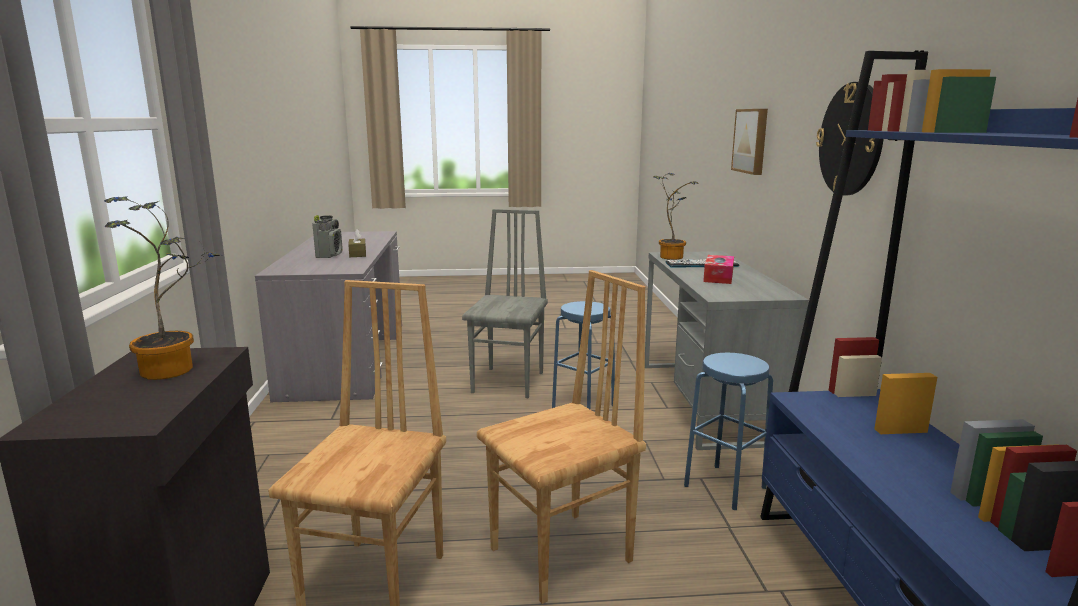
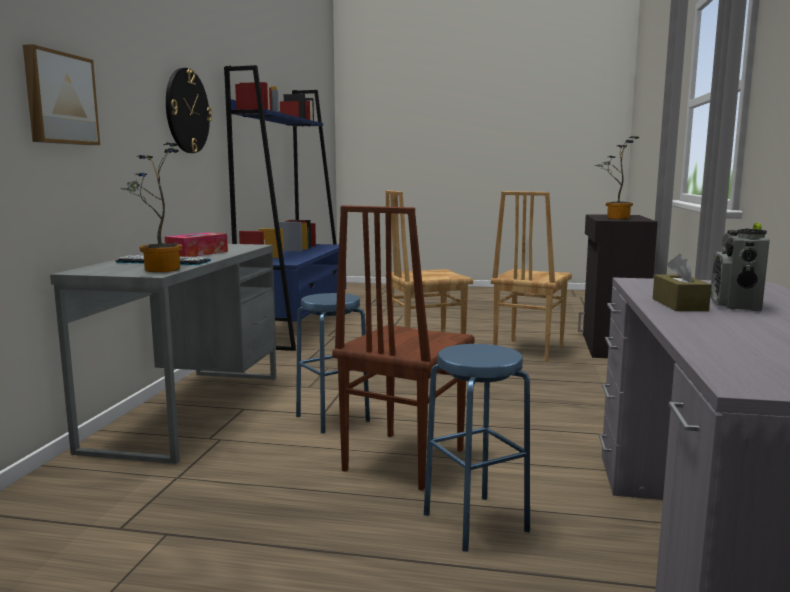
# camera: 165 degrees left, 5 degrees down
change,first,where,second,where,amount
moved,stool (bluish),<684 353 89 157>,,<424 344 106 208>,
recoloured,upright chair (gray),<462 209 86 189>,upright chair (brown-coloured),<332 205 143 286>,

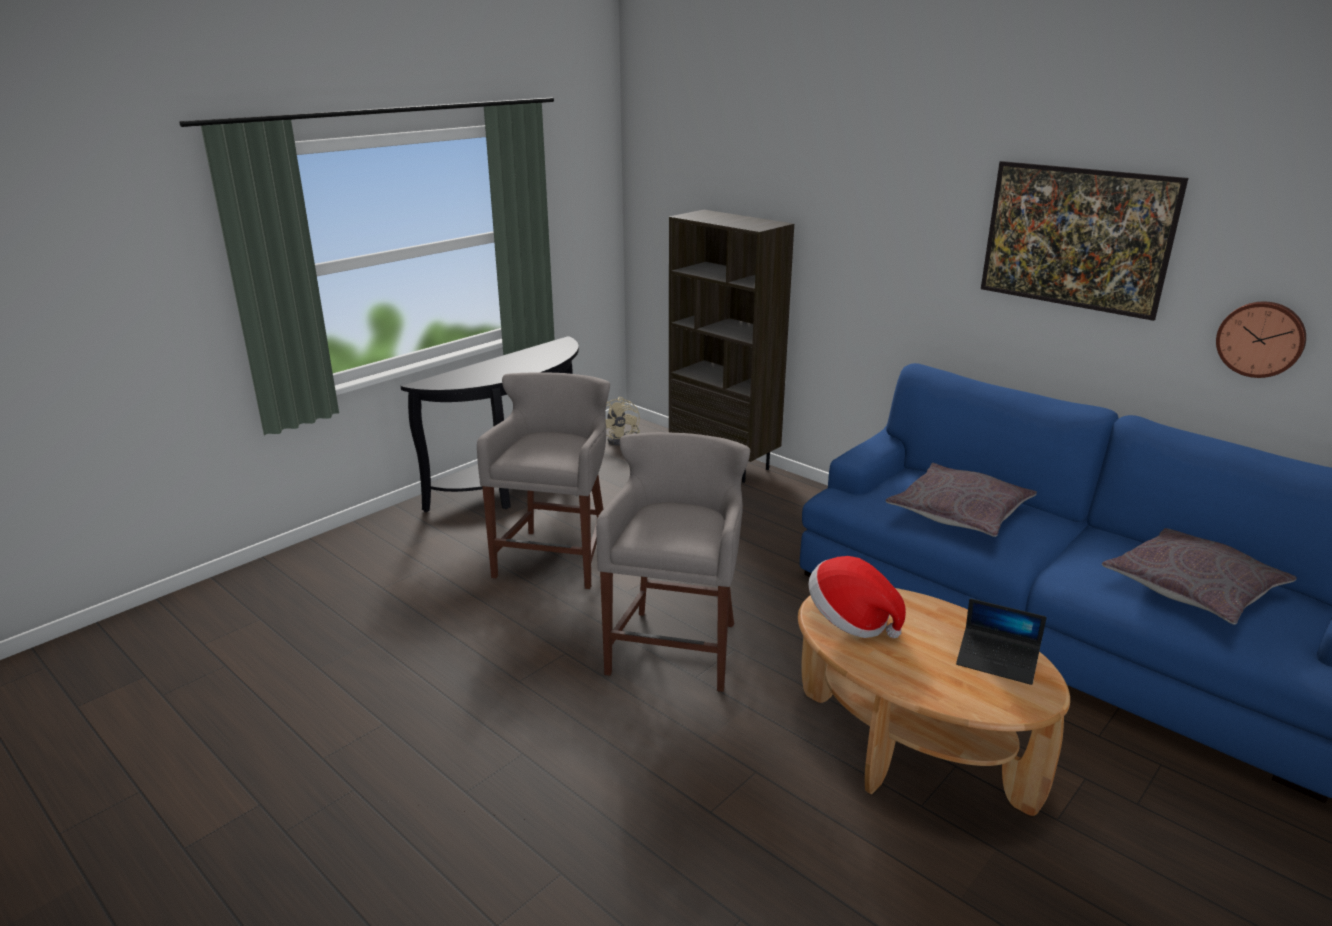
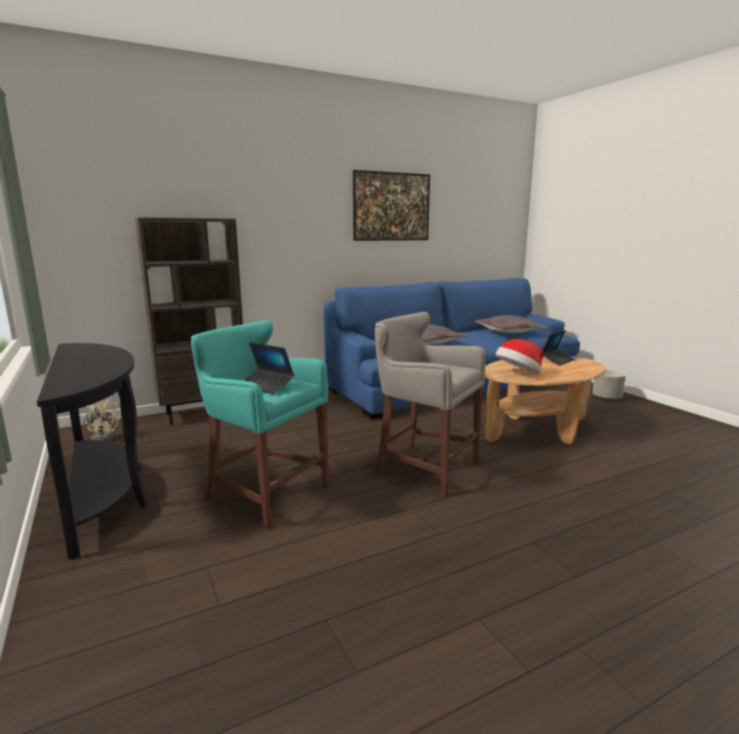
# camera: 70 degrees left, 10 degrees down
change,first,where,second,where,amount
removed,wall clock,<1216 302 90 76>,,,
added,,,portable computer,<244 342 50 52>,
added,,,planter (gray),<592 369 34 31>,
recoloured,stool (gray),<477 372 133 217>,stool (blue-green),<191 320 138 209>,

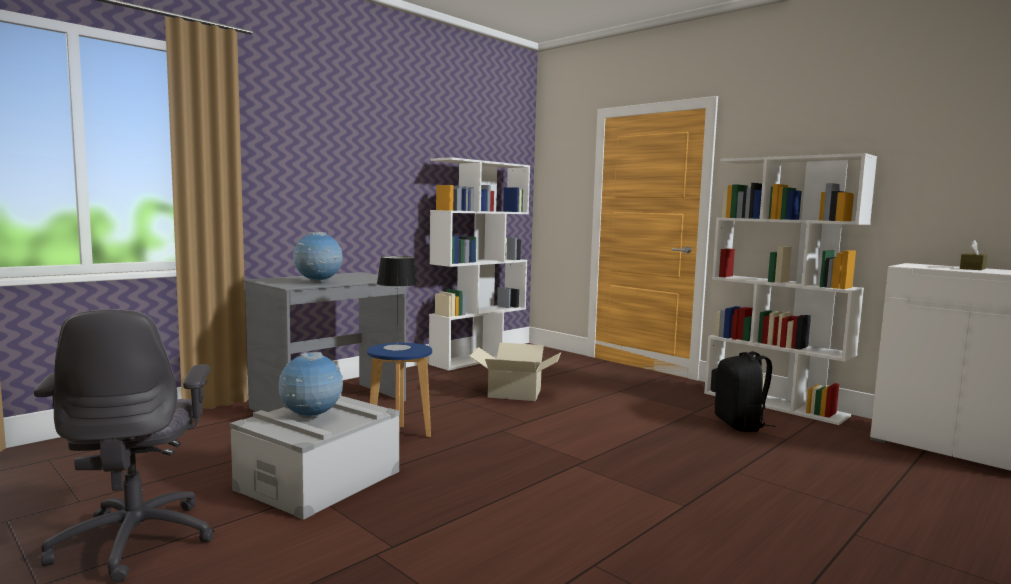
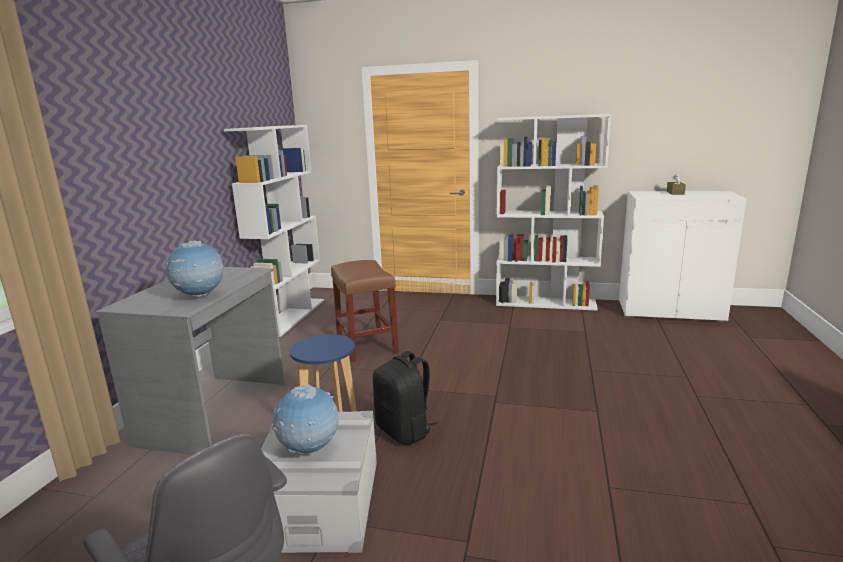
# camera: 30 degrees left, 10 degrees up
change,first,where,second,where,amount
removed,tabletop lamp,<377 256 41 95>,,,
moved,backpack (black),<715 351 60 81>,,<373 351 65 94>,
replaced,packing box,<470 342 91 59>,stool (brown-coloured),<331 260 68 102>,

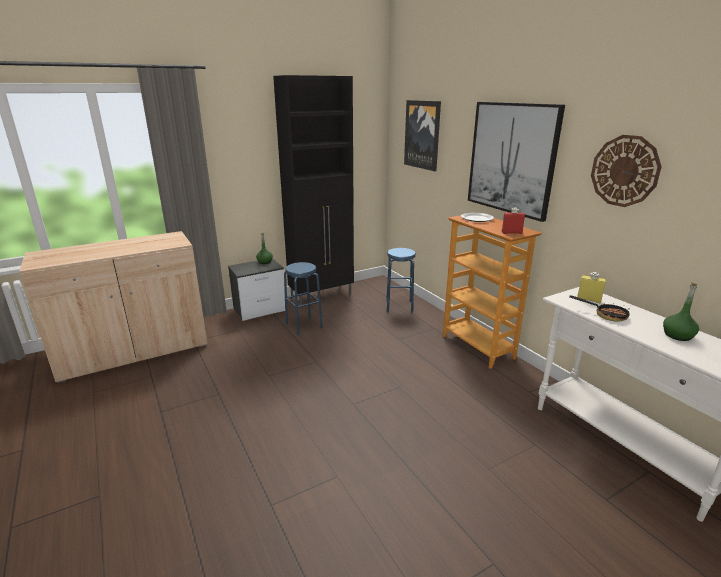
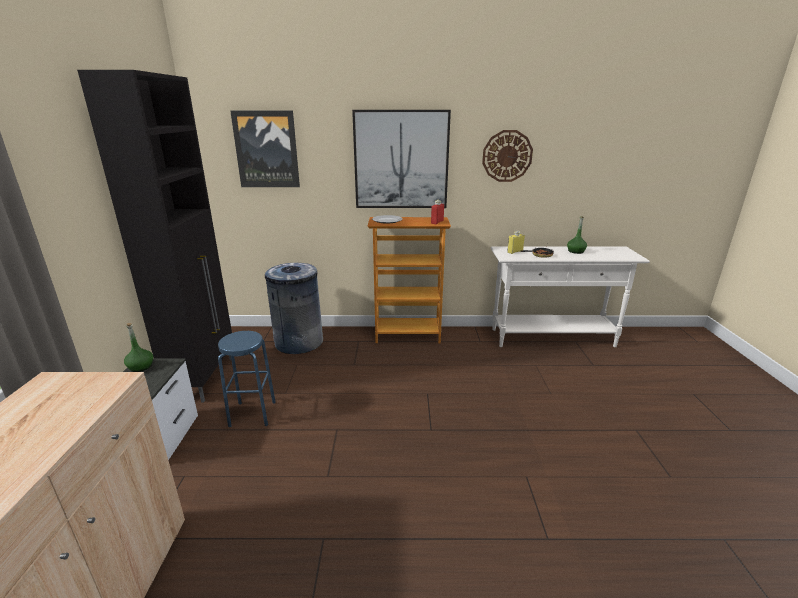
# camera: 60 degrees left, 0 degrees up
change,first,where,second,where,amount
replaced,stool (bluish),<386 248 30 65>,rubbish bin (gray),<265 263 58 91>,

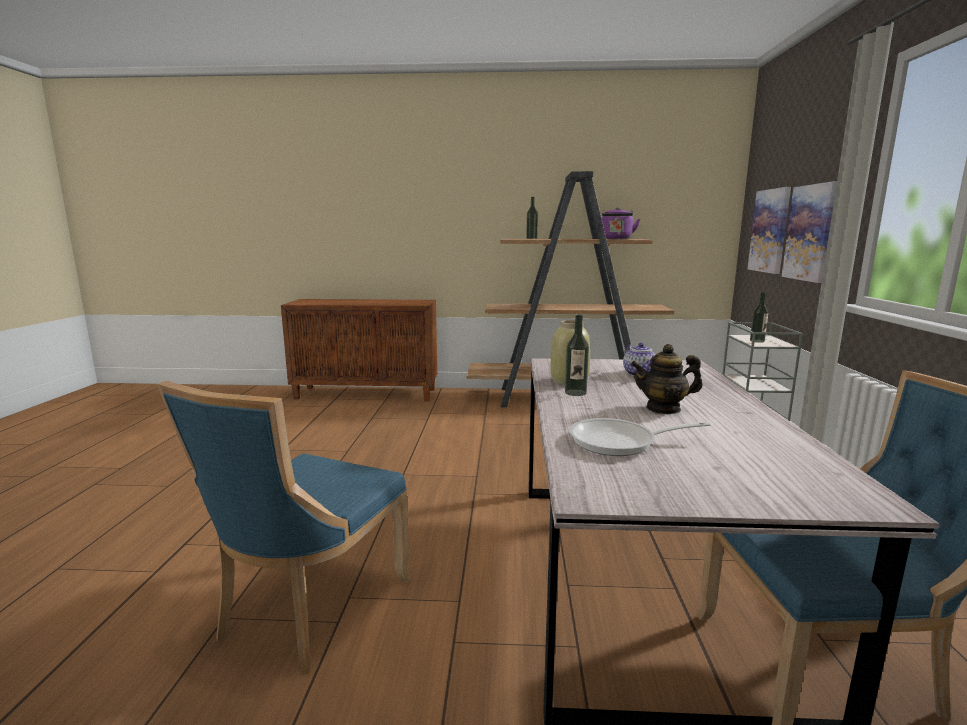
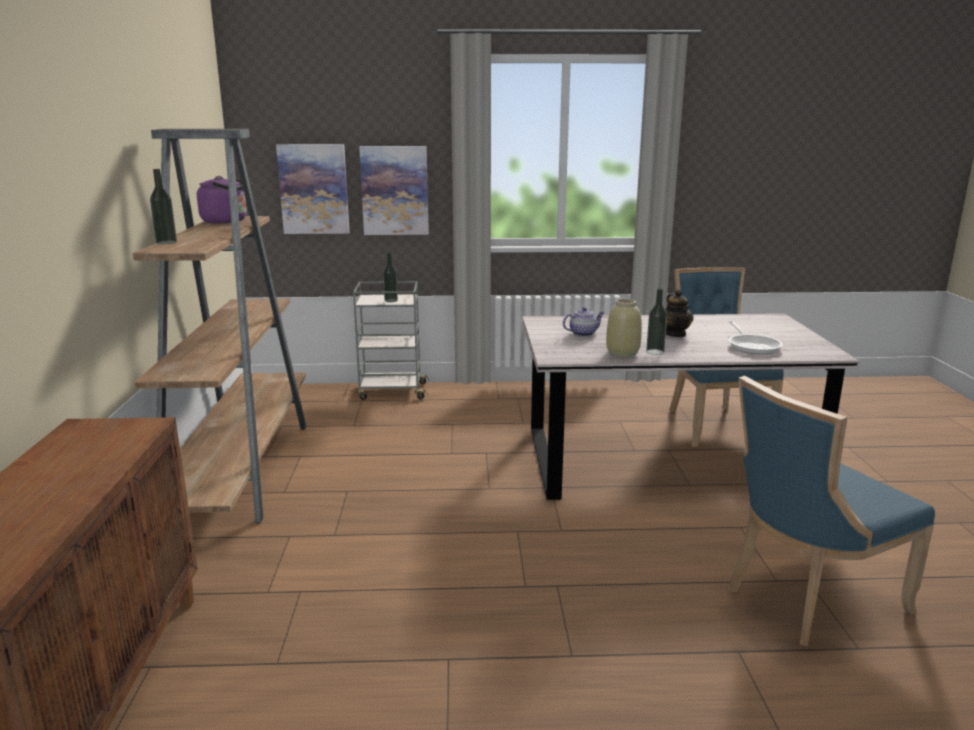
# camera: 95 degrees left, 5 degrees up
change,first,where,second,where,amount
turned,upright chair (bluish),<157 381 255 294>,,<728 376 207 271>,135 degrees clockwise

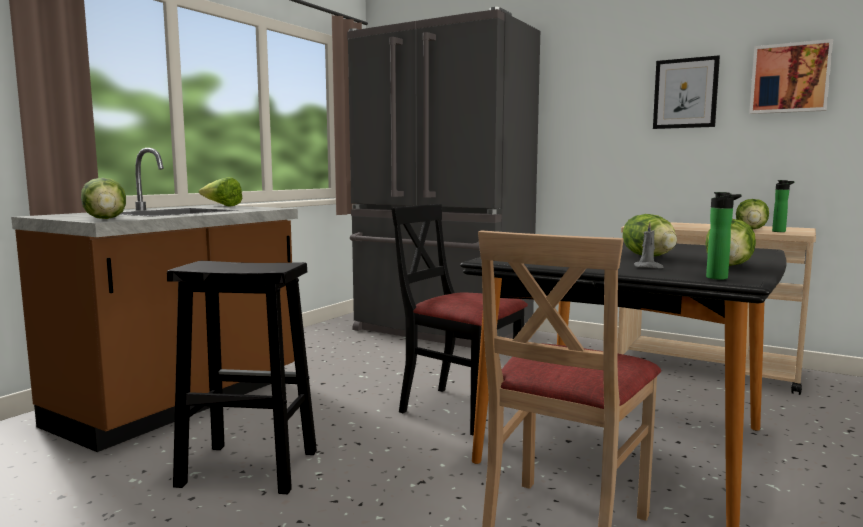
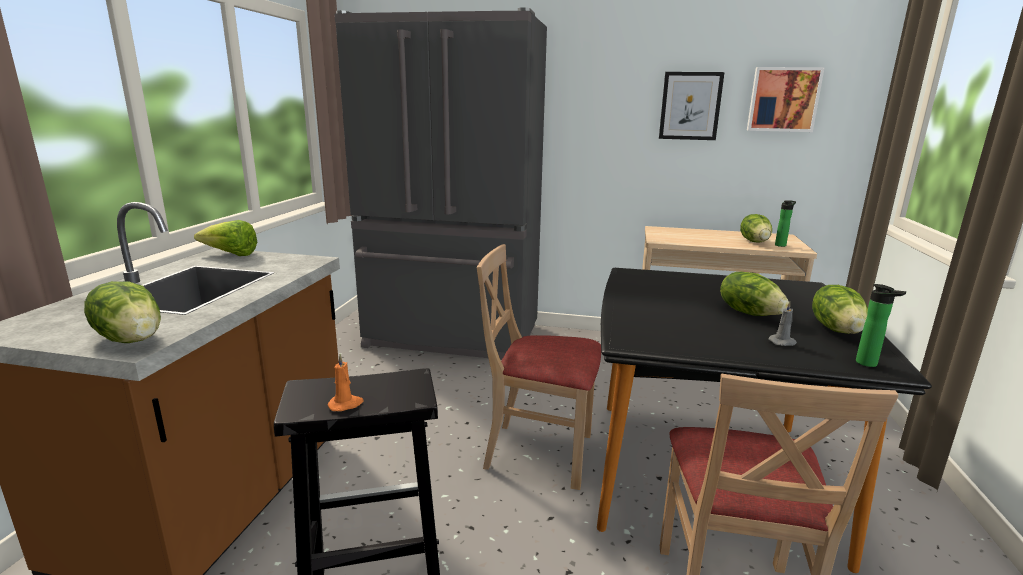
# camera: 20 degrees left, 10 degrees up
change,first,where,second,where,amount
added,,,wax light (orange-coloured),<327 354 37 57>,
recoloured,upright chair (black),<391 204 137 232>,upright chair (beige-coloured),<477 244 124 246>,

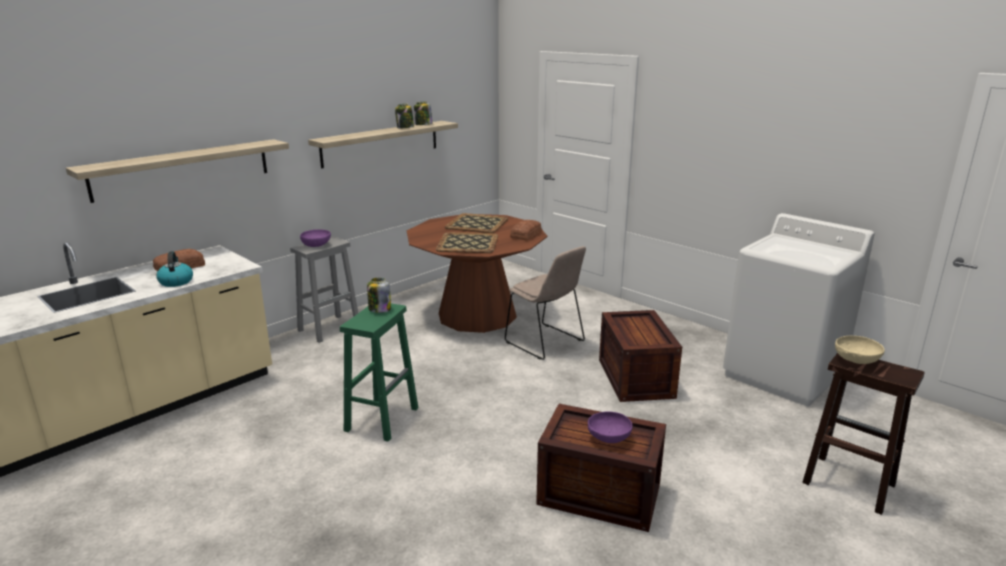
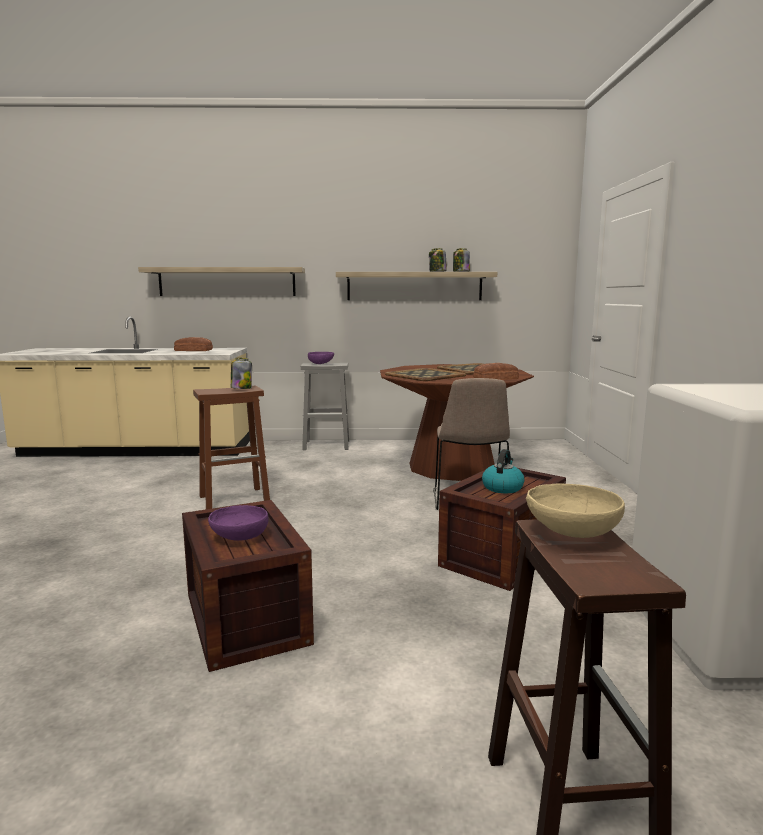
# camera: 45 degrees right, 10 degrees down
change,first,where,second,where,amount
moved,water kettle,<156 251 37 36>,,<482 449 43 44>,
recoloured,stool (greenish),<340 303 78 139>,stool (brown-coloured),<193 386 77 123>,

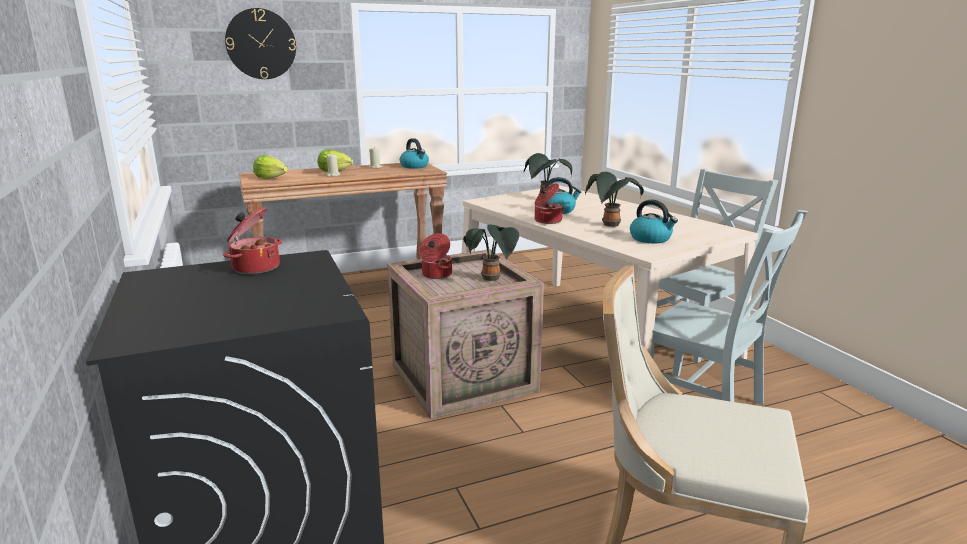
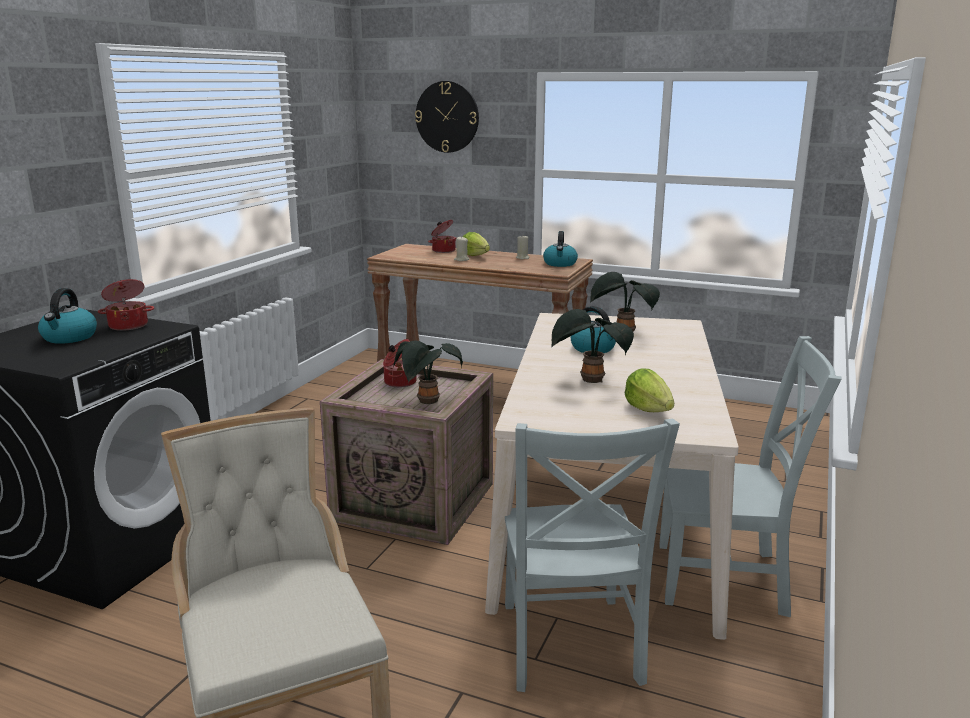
# camera: 45 degrees right, 0 degrees up
change,first,where,second,where,amount
moved,lettuce head,<253 155 35 24>,,<625 368 49 44>,
moved,saucepot,<535 183 29 41>,,<428 220 28 33>,
moved,water kettle,<630 200 48 43>,,<38 288 59 56>,

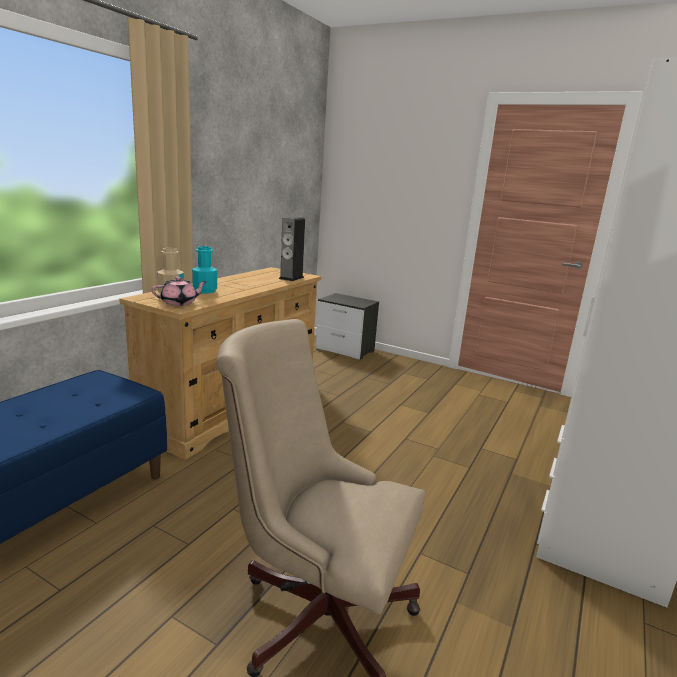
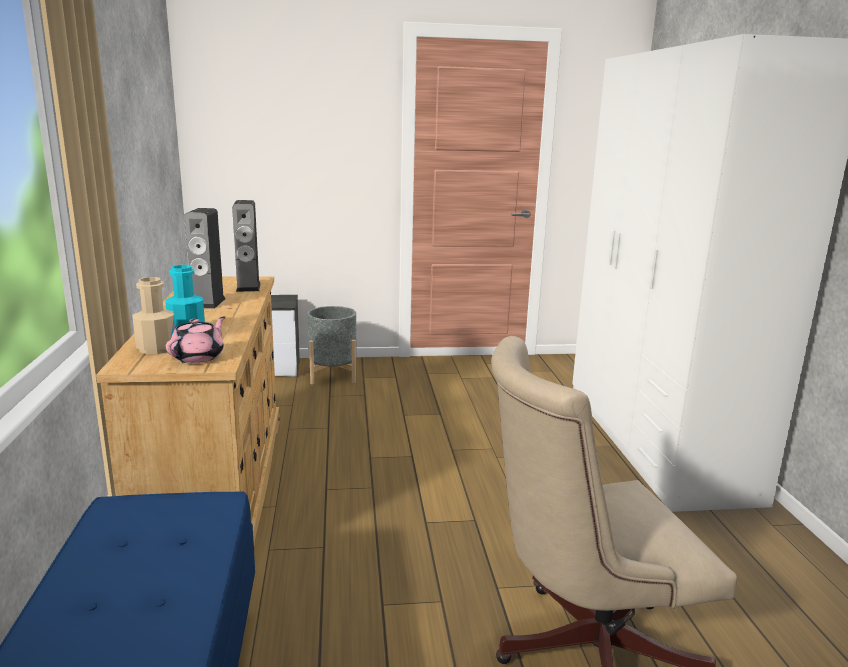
# camera: 35 degrees left, 0 degrees up
change,first,where,second,where,amount
added,,,speaker,<184 208 42 101>,
added,,,planter (gray),<307 306 49 78>,

